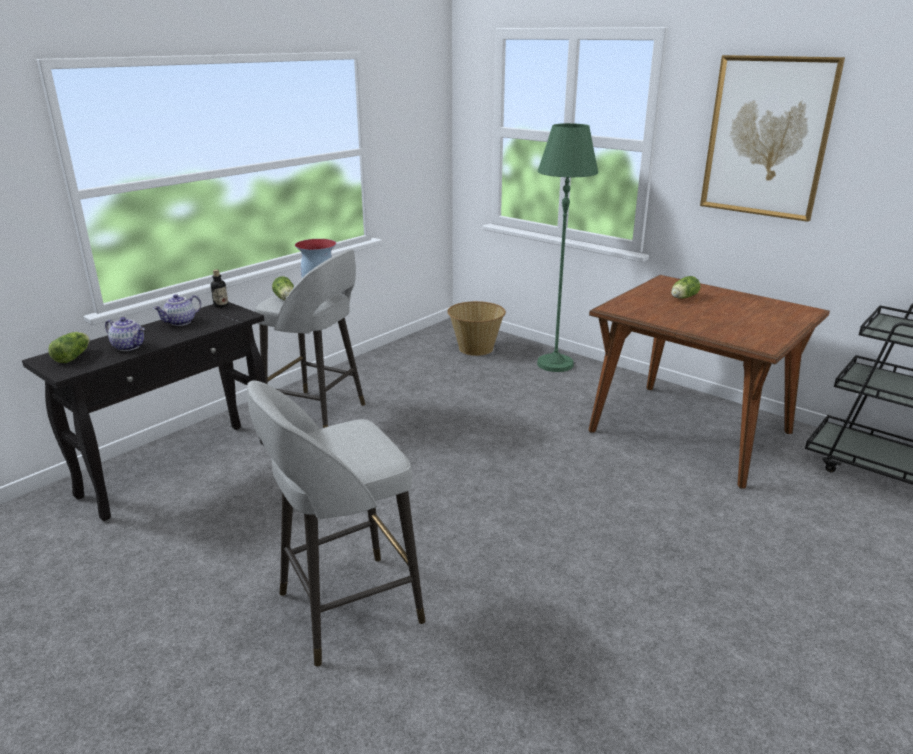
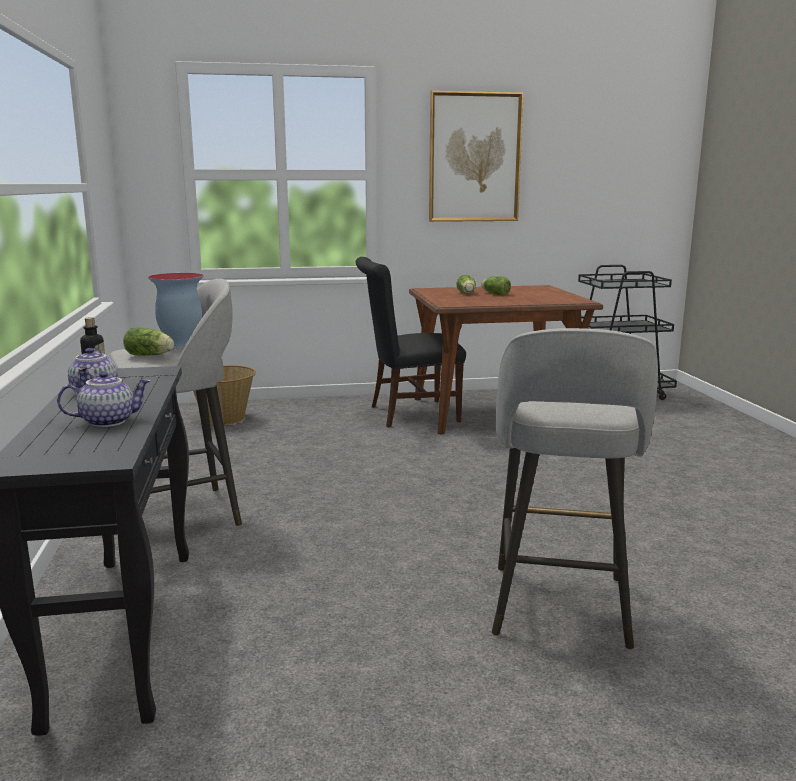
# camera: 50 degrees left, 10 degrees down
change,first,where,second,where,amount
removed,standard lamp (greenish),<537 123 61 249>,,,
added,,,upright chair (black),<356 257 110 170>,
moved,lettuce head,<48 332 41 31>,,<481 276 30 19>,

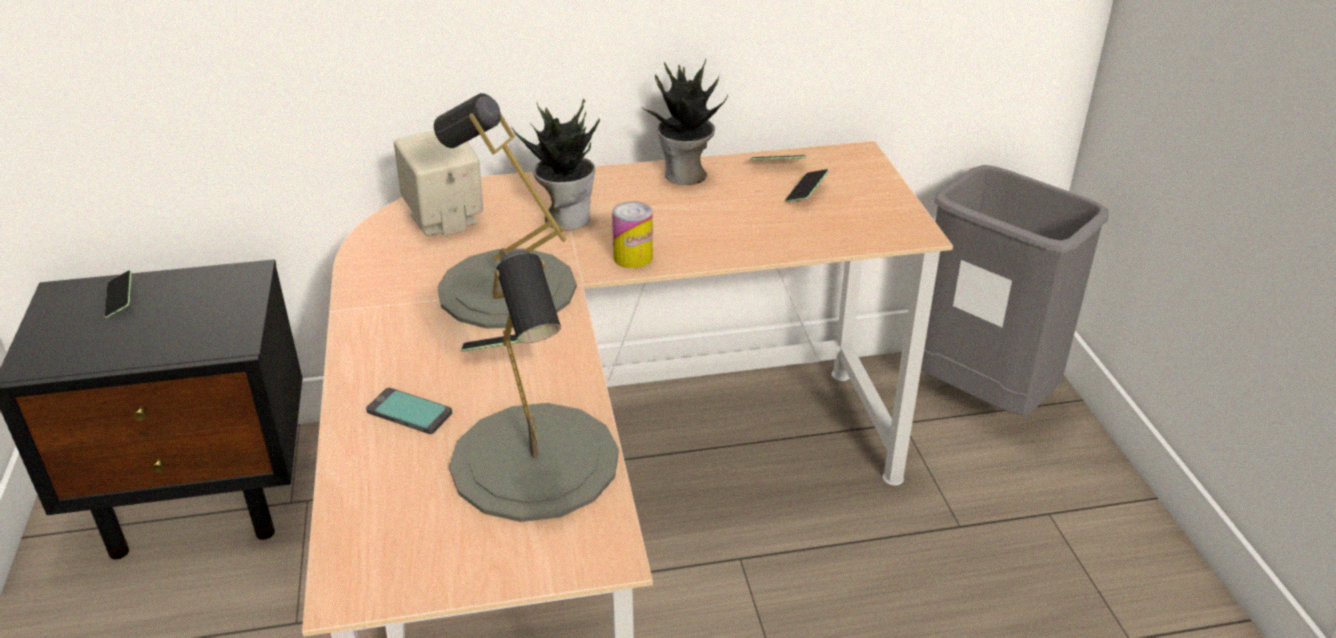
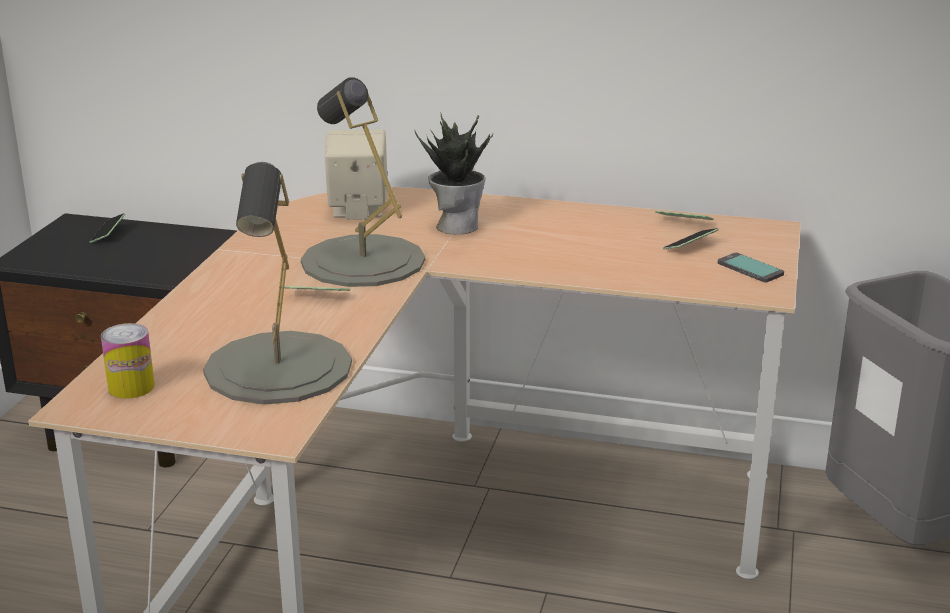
# camera: 25 degrees right, 10 degrees down
change,first,where,second,where,amount
removed,houseplant,<643 59 85 126>,,,
moved,telephone,<366 388 86 46>,,<718 253 66 29>,
moved,can,<612 201 41 67>,,<101 323 54 76>,

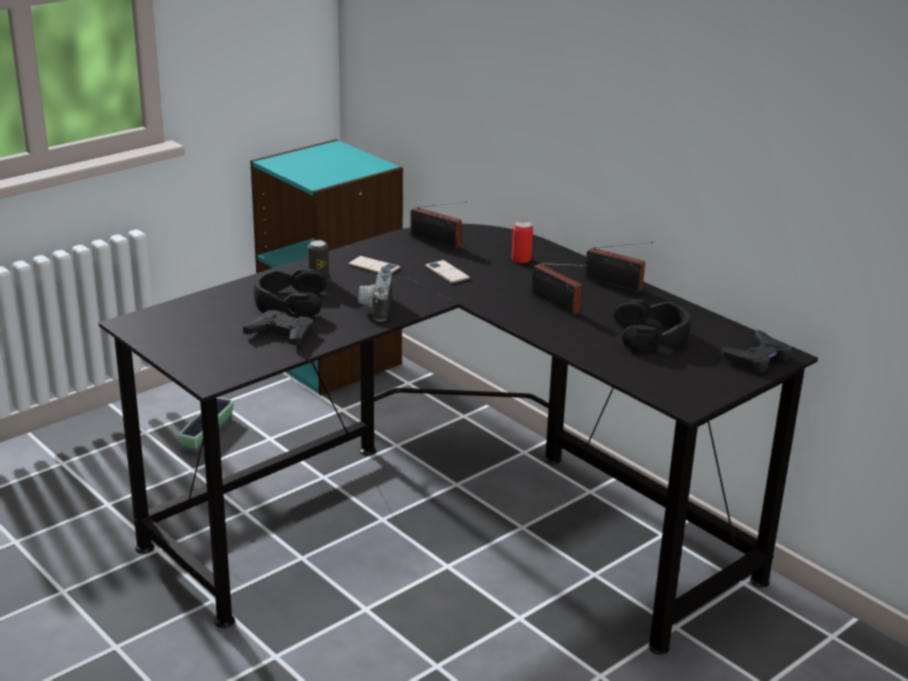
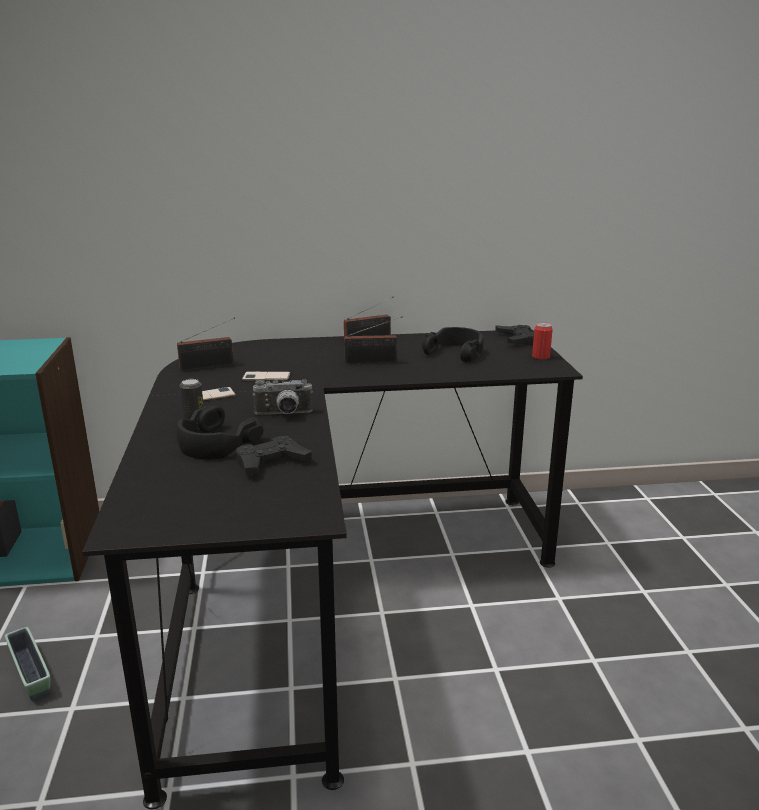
# camera: 55 degrees left, 5 degrees down
change,first,where,second,where,amount
moved,can,<512 220 21 43>,,<532 322 21 38>,
turned,still camera,<358 266 34 55>,,<252 379 61 36>,45 degrees counterclockwise

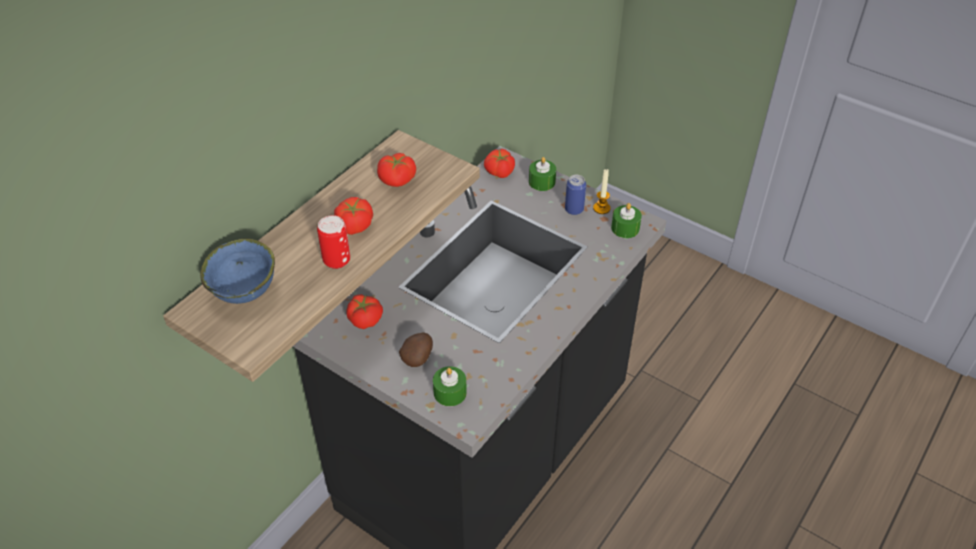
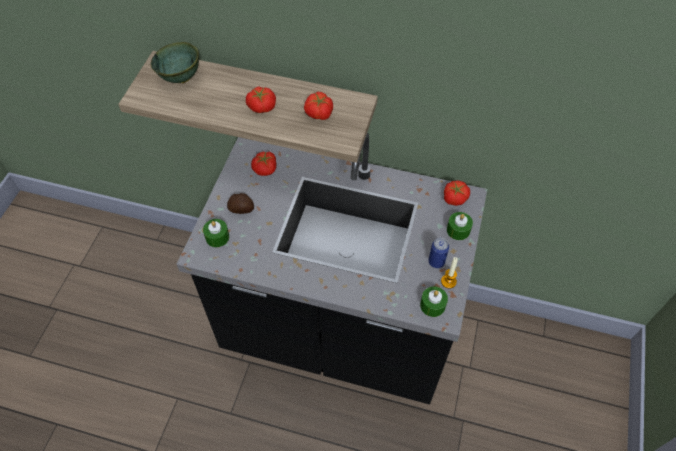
# camera: 70 degrees right, 10 degrees up
change,first,where,second,where,amount
removed,can,<317 215 33 54>,,,
recoloured,deep dish (bluish),<200 239 75 65>,deep dish (greenish),<151 42 48 41>,

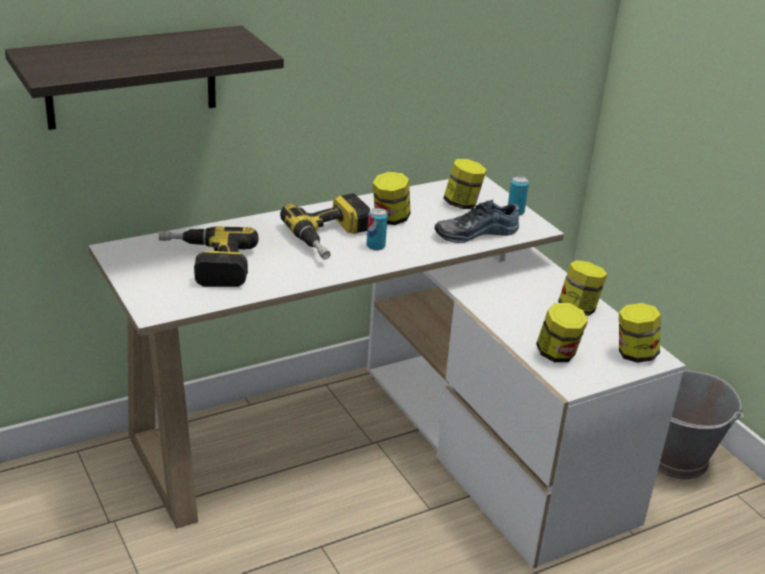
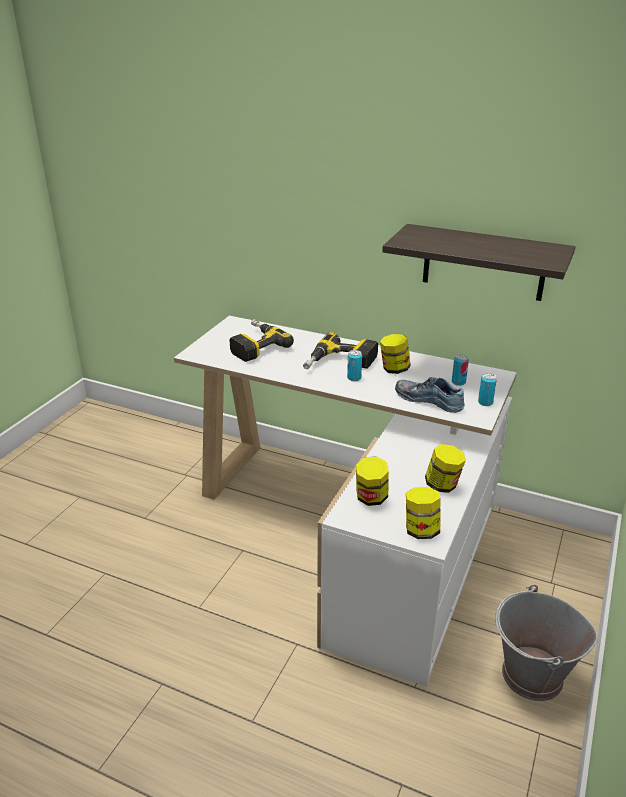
# camera: 55 degrees right, 0 degrees up
change,first,where,second,where,amount
moved,shelf,<5 26 279 104>,,<382 224 193 77>,
replaced,storage jar,<443 159 44 50>,can,<452 354 17 32>,

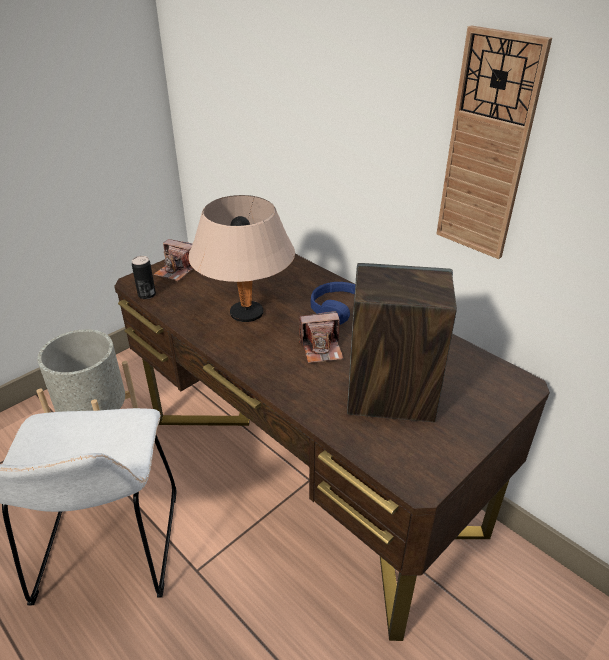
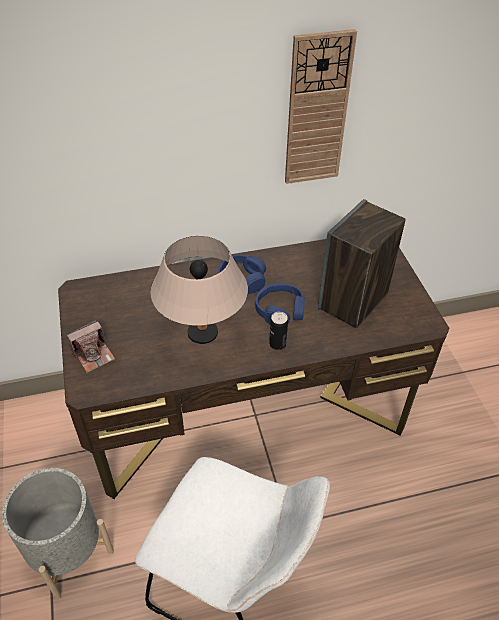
# camera: 60 degrees left, 10 degrees up
change,first,where,second,where,amount
moved,can,<132 256 24 43>,,<269 312 19 38>,
replaced,still camera,<299 311 45 52>,pair of headphones (bluish),<255 283 50 41>,

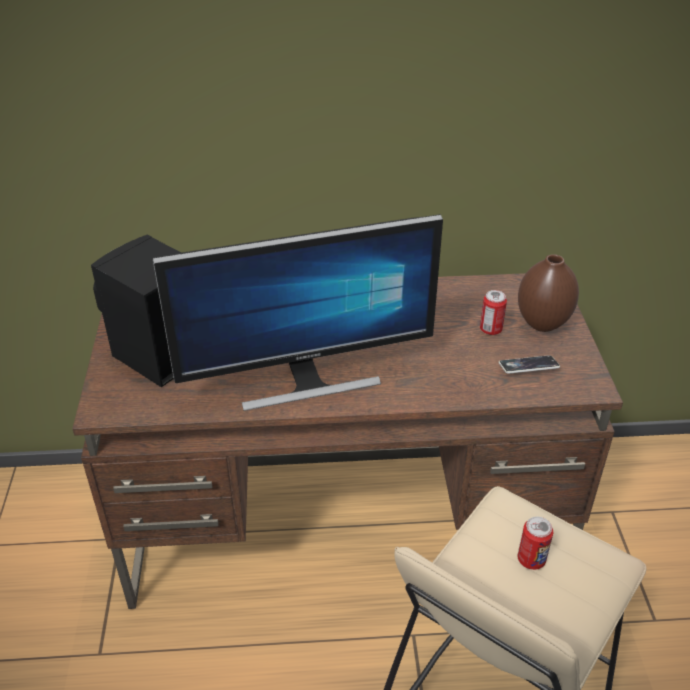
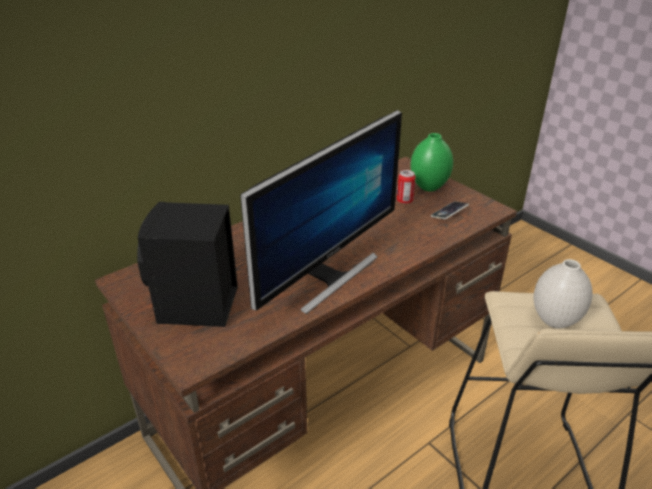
# camera: 35 degrees left, 5 degrees down
change,first,where,second,where,amount
replaced,can,<517 517 36 53>,vase (white-coloured),<534 259 59 70>,
recoloured,vase (brown-coloured),<518 254 61 78>,vase (greenish),<410 133 43 58>,

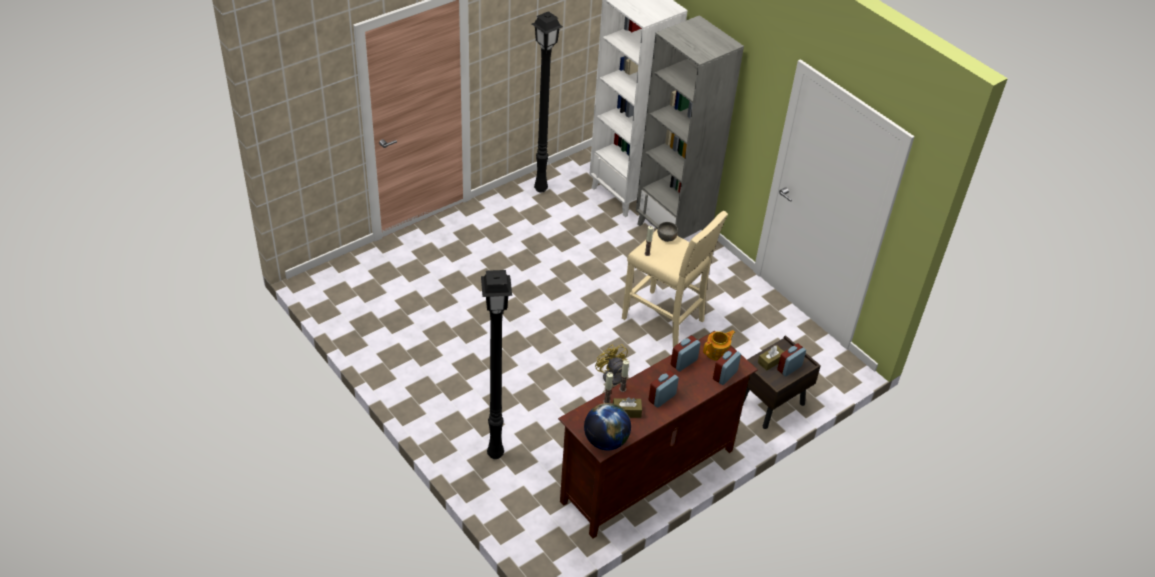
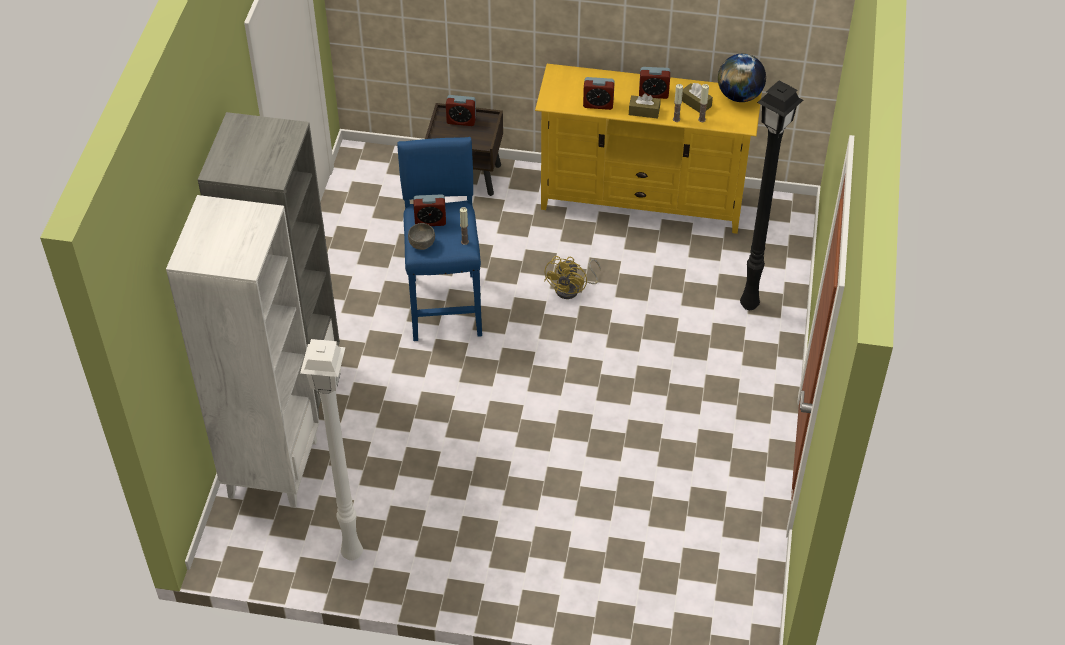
# camera: 130 degrees left, 5 degrees up
change,first,where,second,where,amount
removed,tea pot,<703 330 32 31>,,,
moved,alarm clock,<713 348 28 37>,,<413 194 33 32>,
moved,tissue box (brown-coloured),<758 345 26 26>,,<629 93 32 26>,
recoloured,standard lamp (black),<532 11 31 182>,standard lamp (white-coloured),<300 339 63 222>,
recoloured,tv stand (brown-coloured),<558 331 200 207>,tv stand (yellow),<535 64 227 170>,
recoloured,stool (beige-coloured),<622 211 106 136>,stool (bluish),<397 137 85 204>,

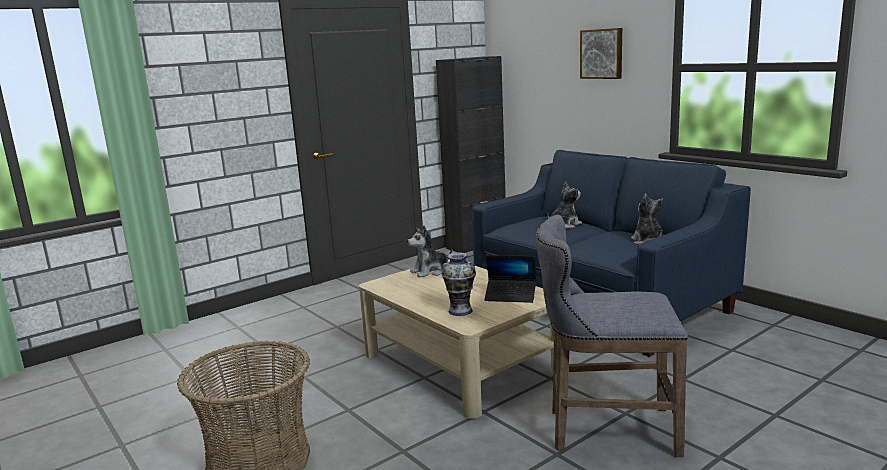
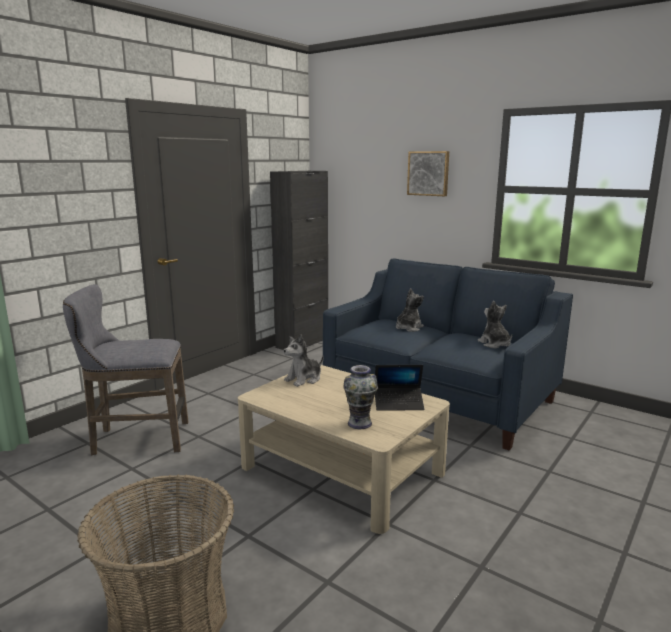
# camera: 15 degrees left, 0 degrees up
change,first,where,second,where,amount
moved,stool (gray),<536 215 152 242>,,<63 284 125 171>,

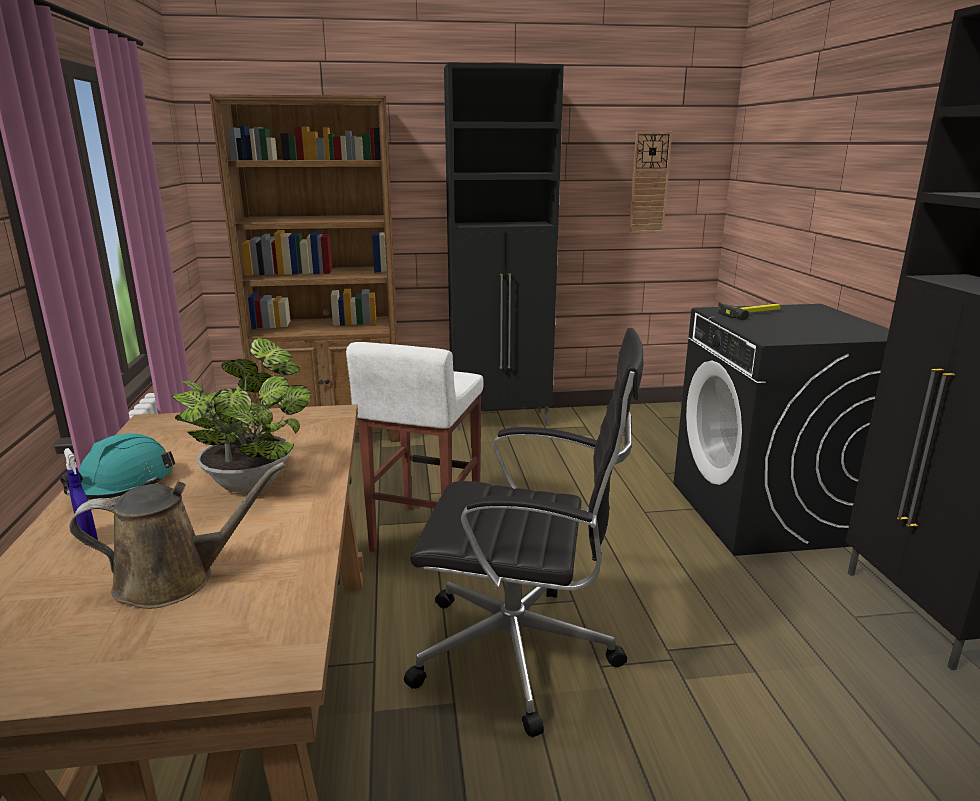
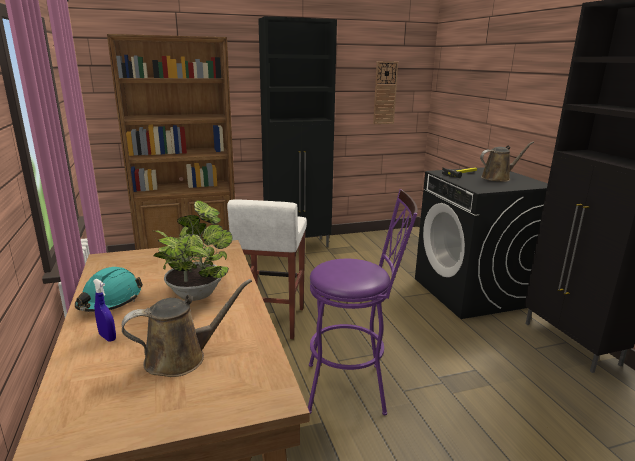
# camera: 10 degrees left, 0 degrees up
change,first,where,second,where,amount
added,,,watering can (brown-coloured),<480 142 54 40>,
replaced,office chair (black),<404 328 239 410>,stool (purple),<308 189 110 226>,

